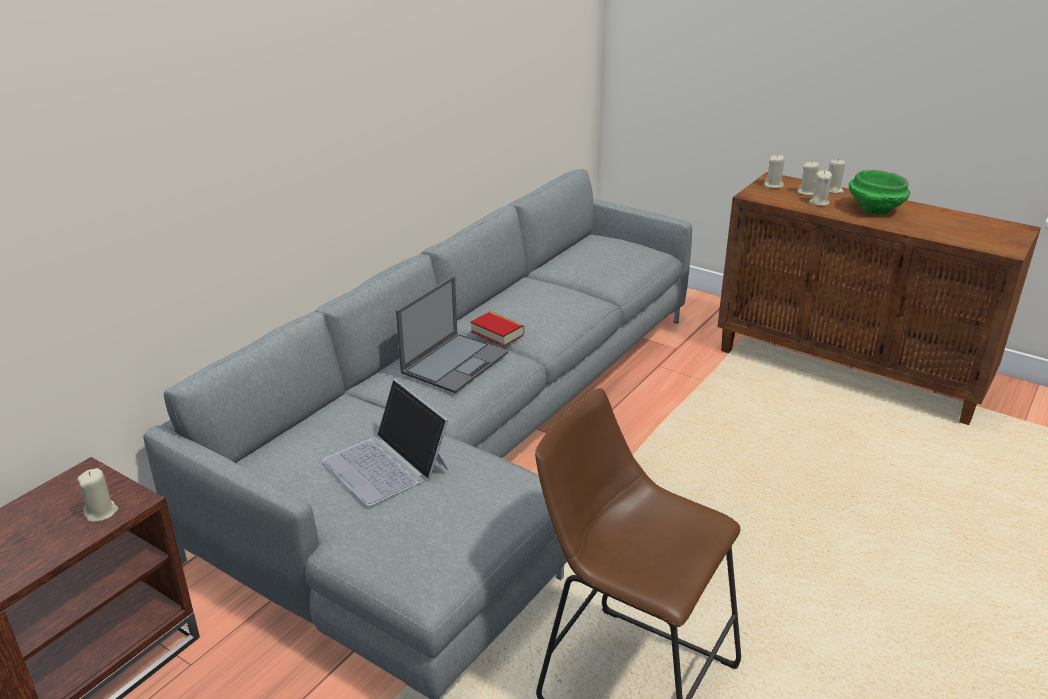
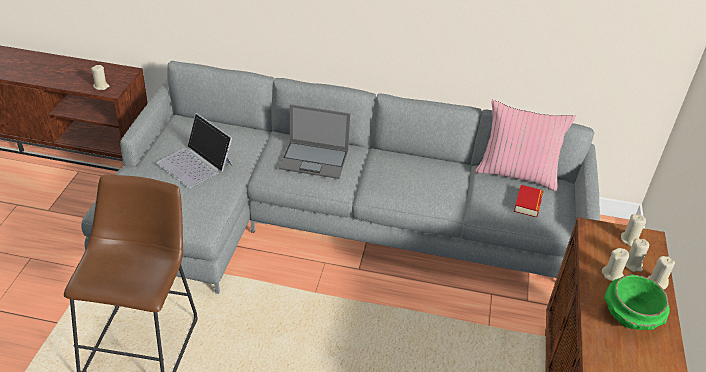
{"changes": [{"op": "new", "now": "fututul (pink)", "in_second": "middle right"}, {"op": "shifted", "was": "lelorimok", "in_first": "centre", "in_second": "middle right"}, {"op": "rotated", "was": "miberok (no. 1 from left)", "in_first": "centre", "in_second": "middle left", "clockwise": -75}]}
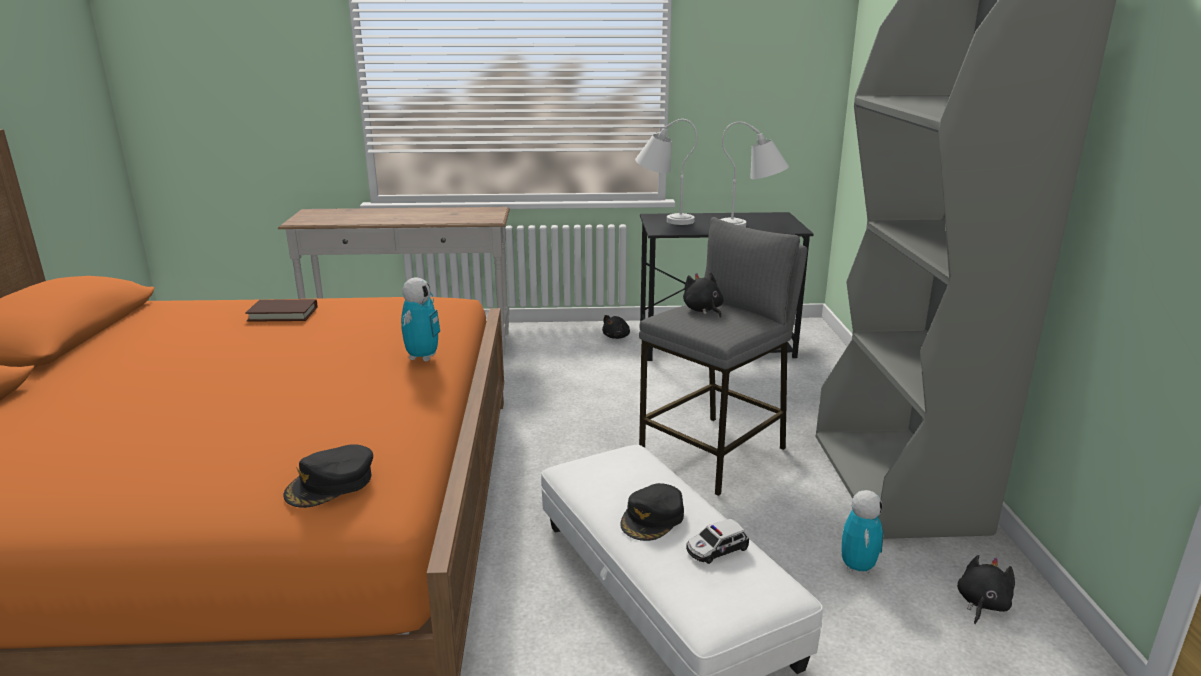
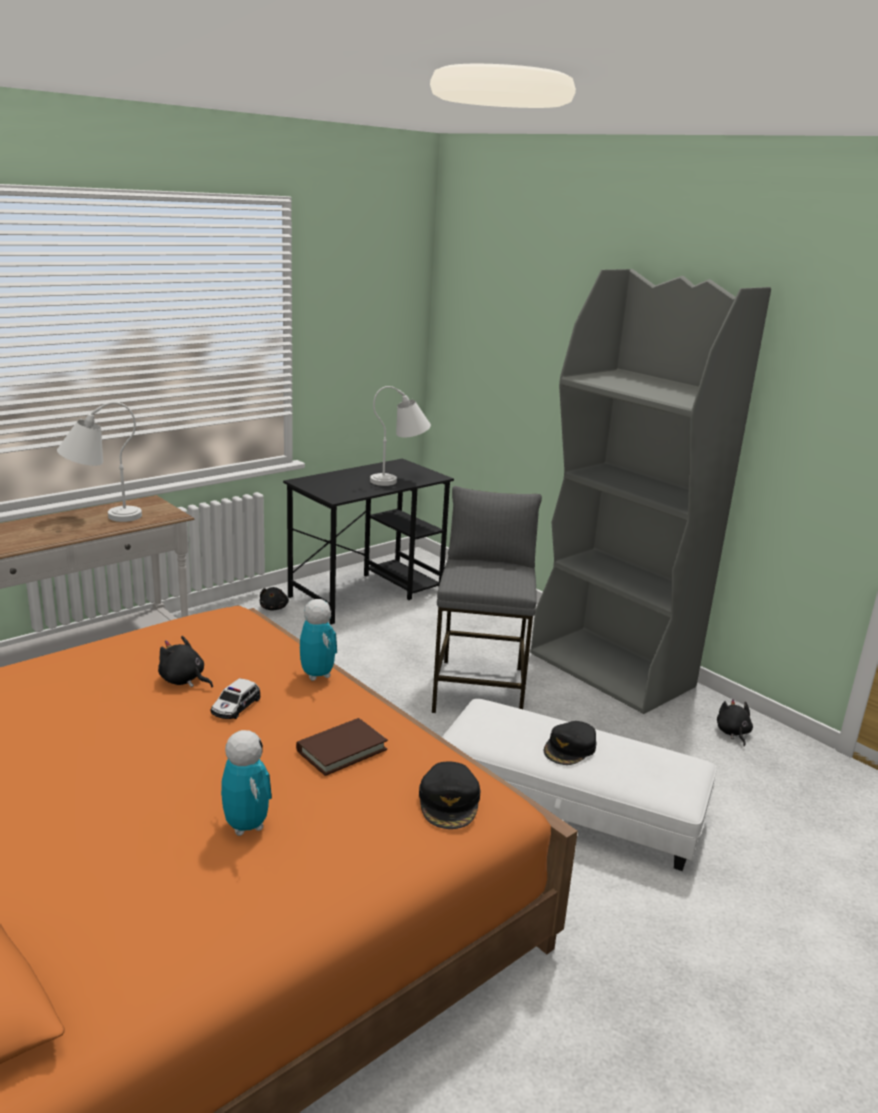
{"changes": [{"op": "shifted", "was": "lelorimok (brown)", "in_first": "middle left", "in_second": "bottom centre"}, {"op": "shifted", "was": "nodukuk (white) (no. 1 from left)", "in_first": "top centre", "in_second": "middle left"}, {"op": "shifted", "was": "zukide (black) (no. 2 from left in the first image)", "now": "zukide (black) (no. 1 from left)", "in_first": "centre", "in_second": "middle left"}, {"op": "shifted", "was": "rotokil", "in_first": "bottom centre", "in_second": "middle left"}, {"op": "shifted", "was": "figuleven (no. 2 from left in the first image)", "now": "figuleven (no. 1 from left)", "in_first": "bottom right", "in_second": "bottom left"}, {"op": "rotated", "was": "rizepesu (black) (no. 2 from left)", "in_first": "bottom centre", "in_second": "bottom centre", "clockwise": 45}]}
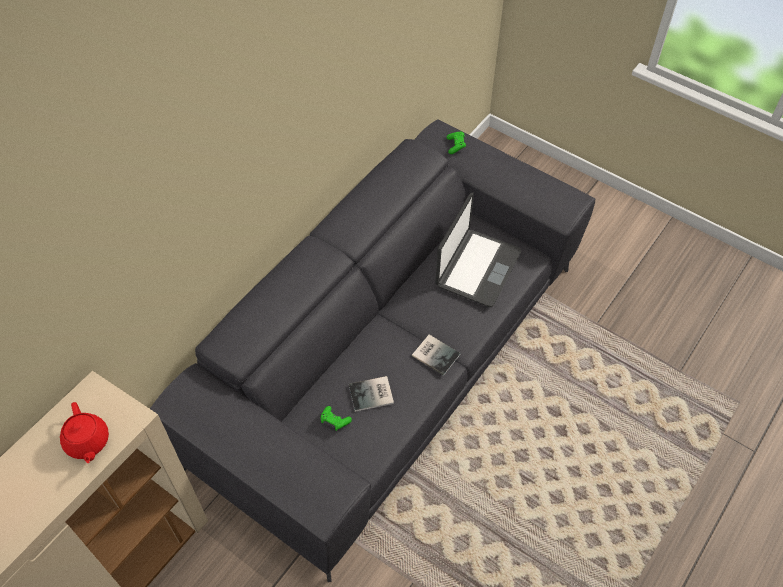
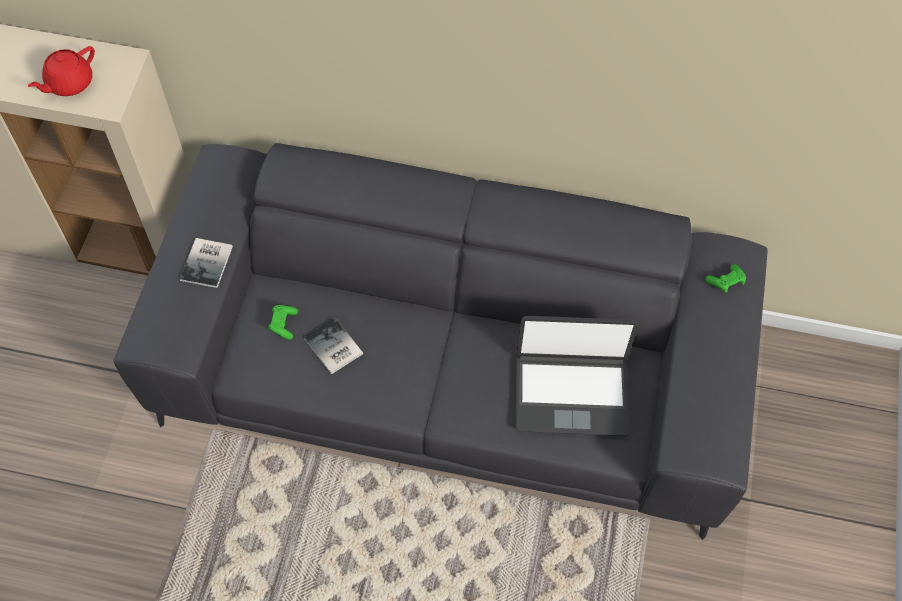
{"changes": [{"op": "shifted", "was": "lelorimok (no. 2 from left in the first image)", "now": "lelorimok (no. 1 from left)", "in_first": "centre", "in_second": "middle left"}]}
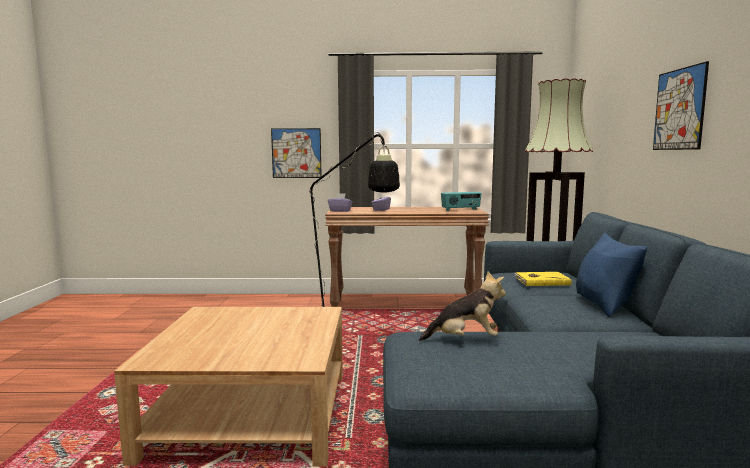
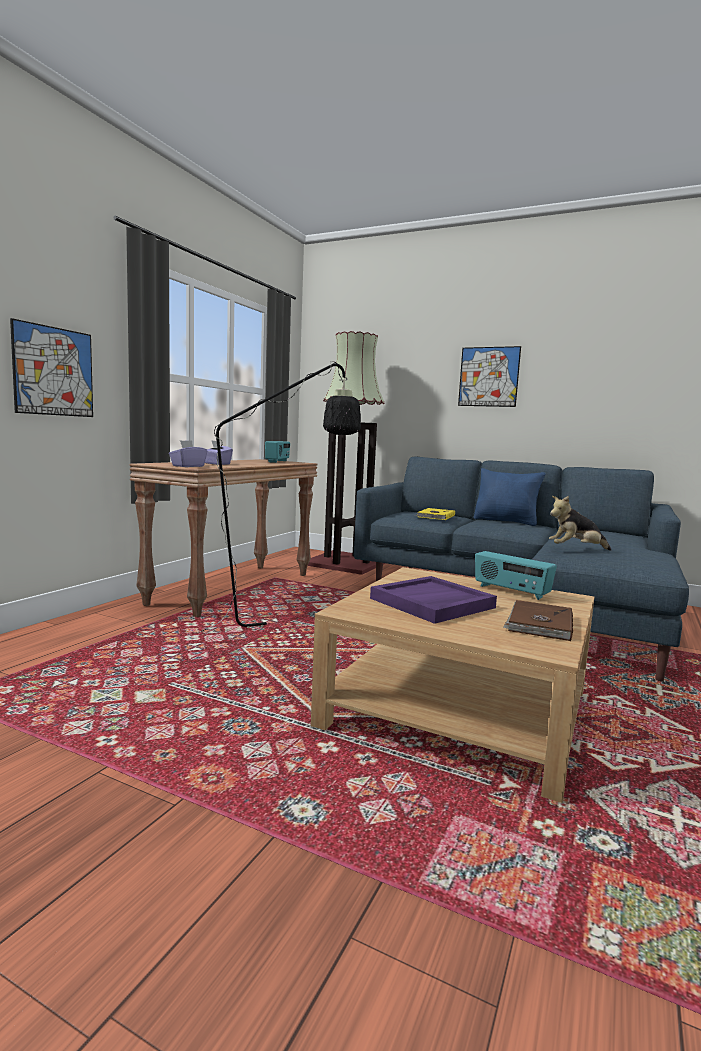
{"changes": [{"op": "new", "now": "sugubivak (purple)", "in_second": "centre"}, {"op": "new", "now": "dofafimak (no. 2 from left)", "in_second": "middle right"}, {"op": "new", "now": "lelorimok (brown)", "in_second": "middle right"}, {"op": "rotated", "was": "zukide", "in_first": "centre", "in_second": "middle right", "clockwise": -120}]}
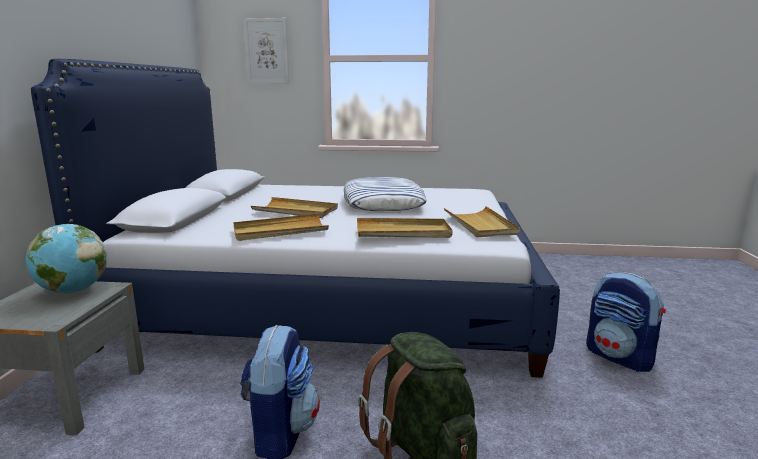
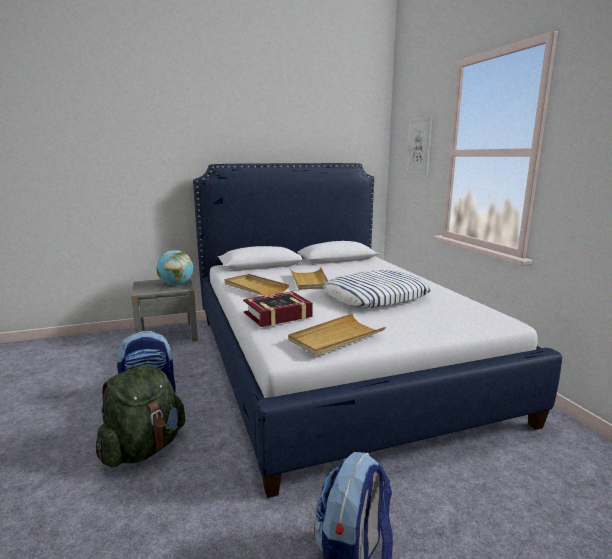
{"changes": [{"op": "swapped", "was": "sugubivak (beige) (no. 3 from left)", "now": "lelorimok", "in_first": "centre", "in_second": "centre"}]}
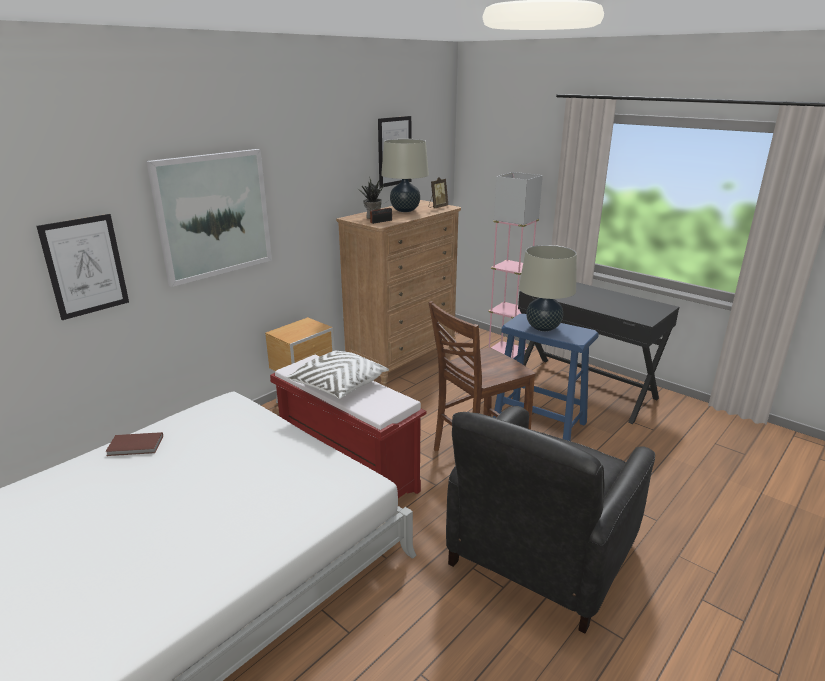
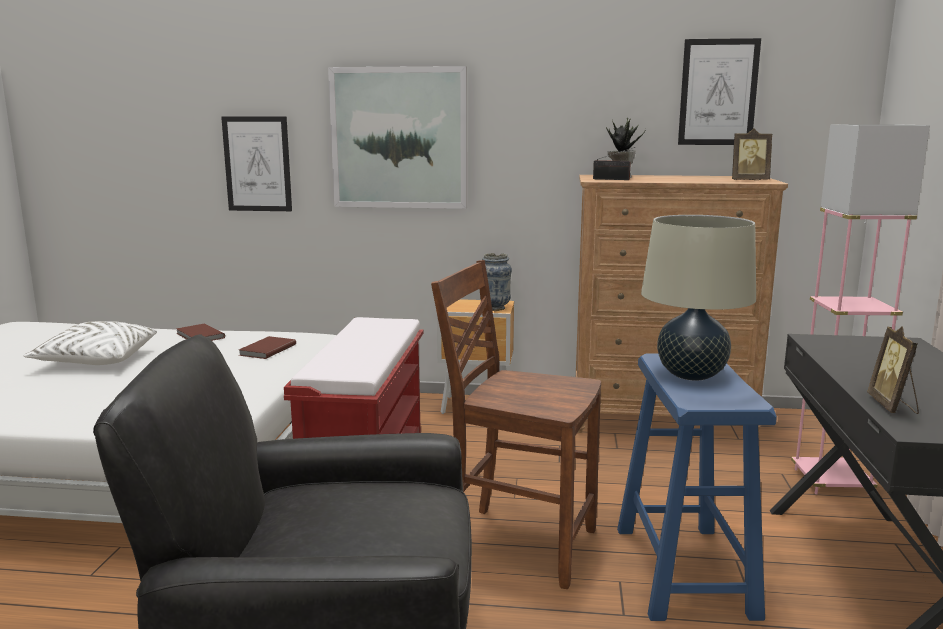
{"changes": [{"op": "gone", "was": "nodukuk (beige) (no. 1 from left)", "in_first": "top centre"}, {"op": "new", "now": "lelorimok (brown) (no. 2 from left)", "in_second": "middle left"}, {"op": "new", "now": "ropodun", "in_second": "centre"}, {"op": "new", "now": "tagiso (no. 2 from left)", "in_second": "middle right"}, {"op": "shifted", "was": "fututul (white)", "in_first": "centre", "in_second": "middle left"}]}
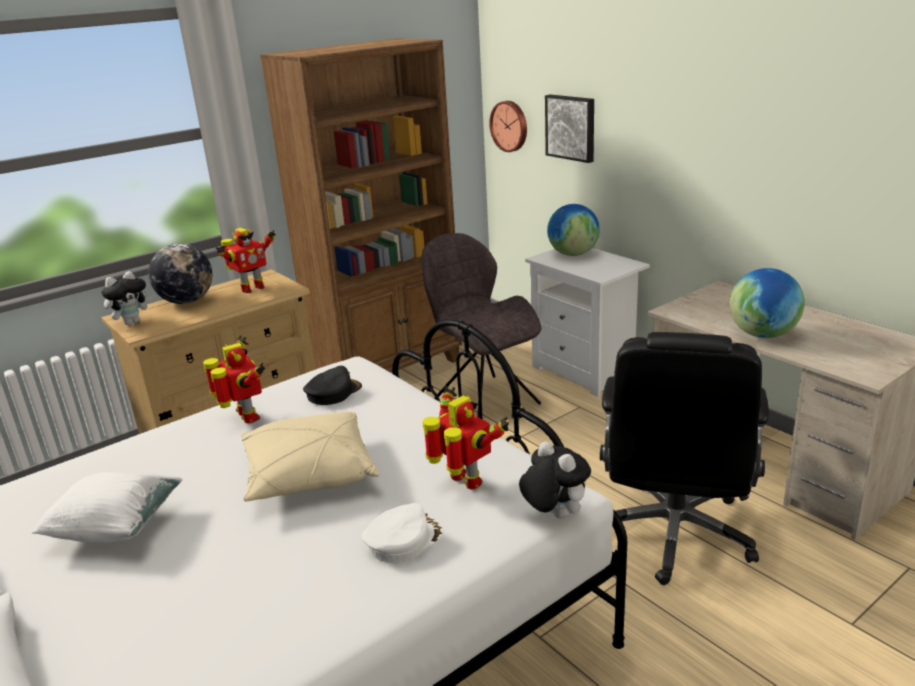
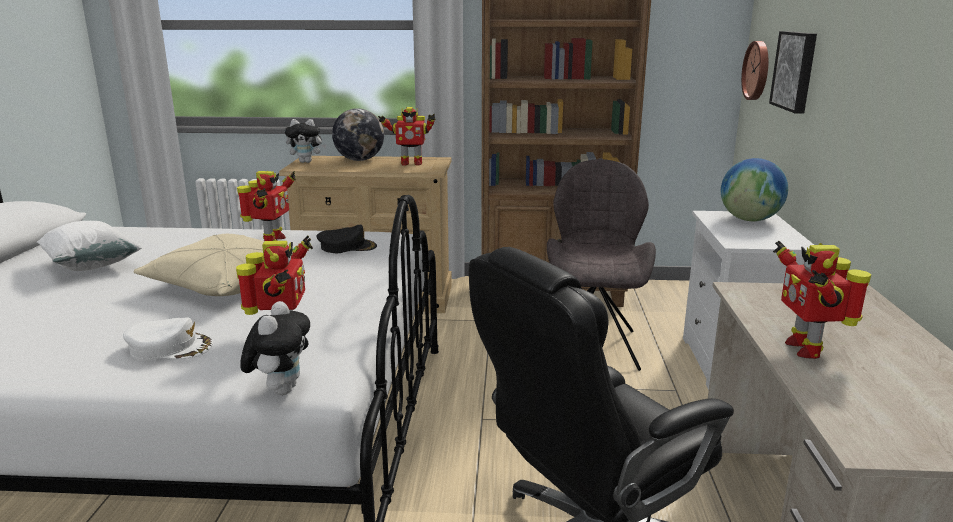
{"changes": [{"op": "swapped", "was": "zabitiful (no. 3 from left)", "now": "figuleven (no. 4 from left)", "in_first": "middle right", "in_second": "middle right"}]}
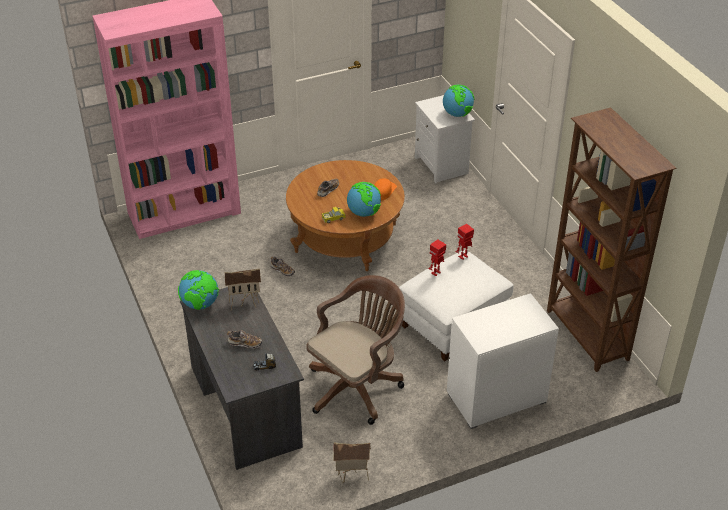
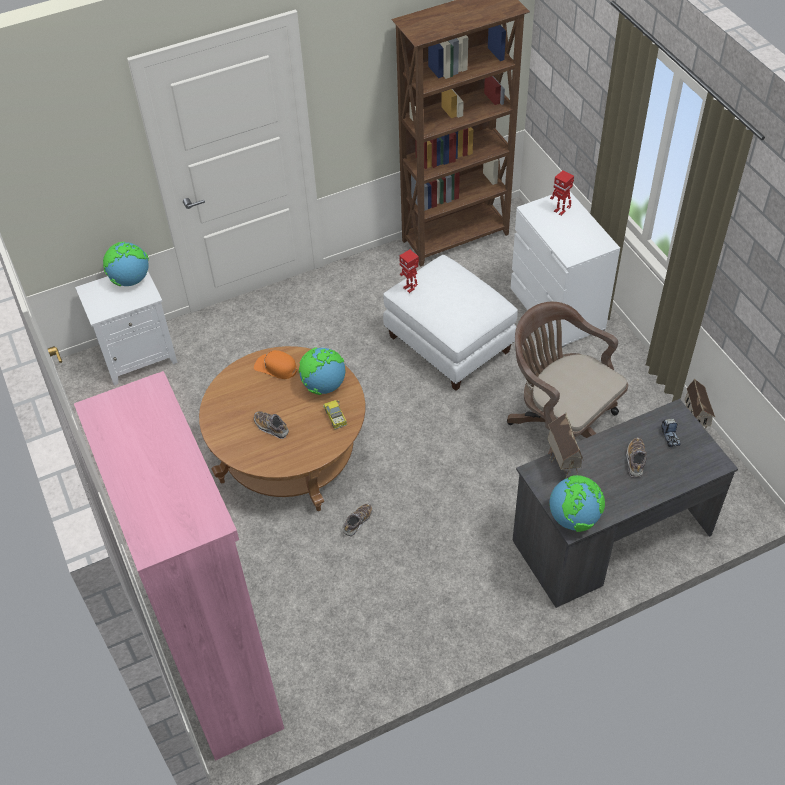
{"changes": [{"op": "shifted", "was": "figuleven (no. 1 from left in the first image)", "now": "figuleven (no. 2 from left)", "in_first": "centre", "in_second": "top right"}]}
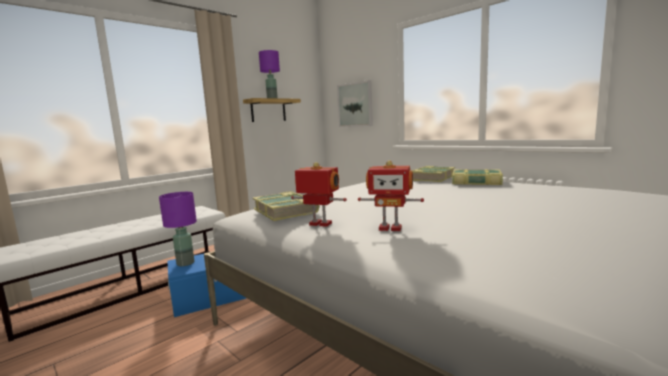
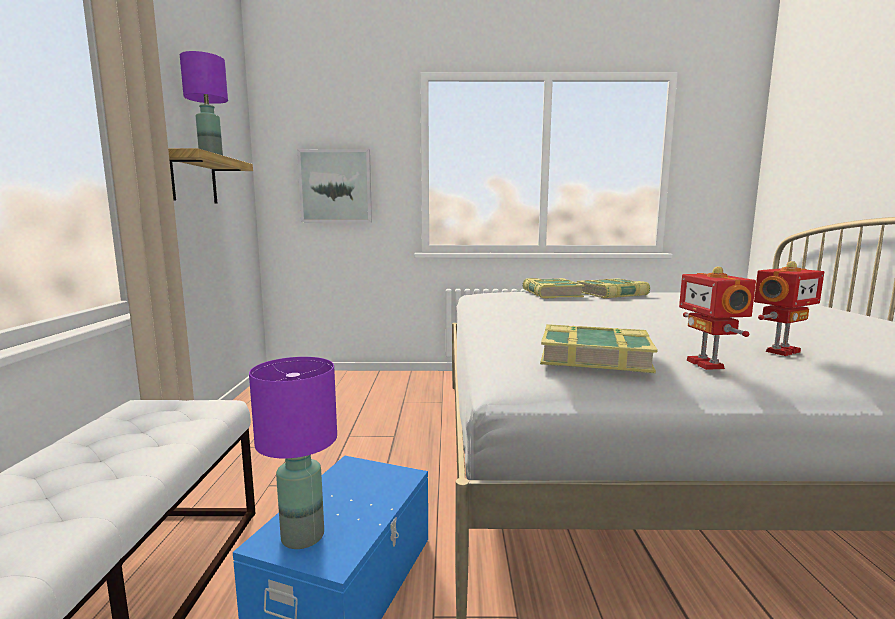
{"changes": [{"op": "rotated", "was": "figuleven (no. 1 from left)", "in_first": "centre", "in_second": "middle right", "clockwise": -75}]}
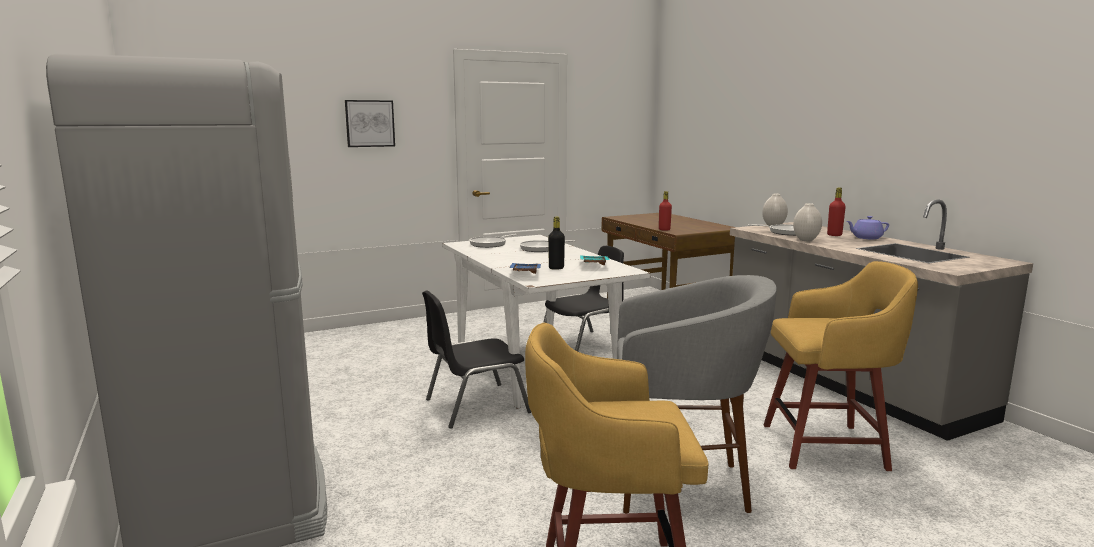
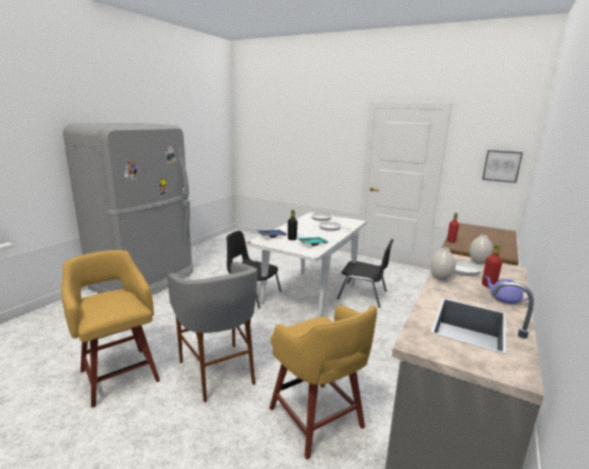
{"changes": [{"op": "shifted", "was": "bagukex", "in_first": "top centre", "in_second": "middle right"}]}
